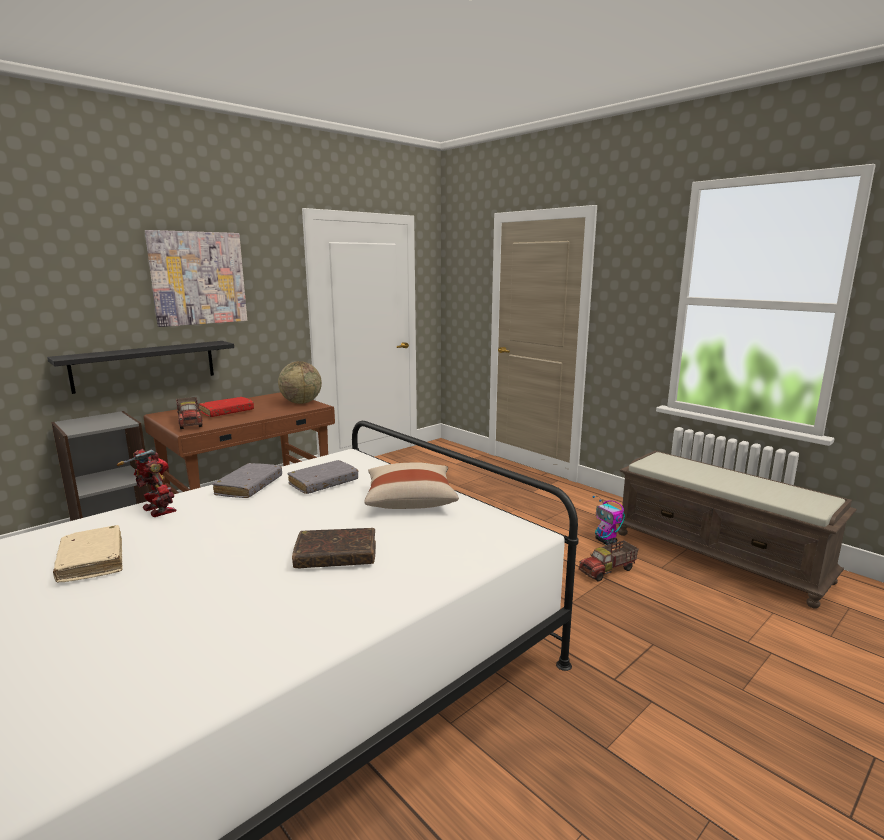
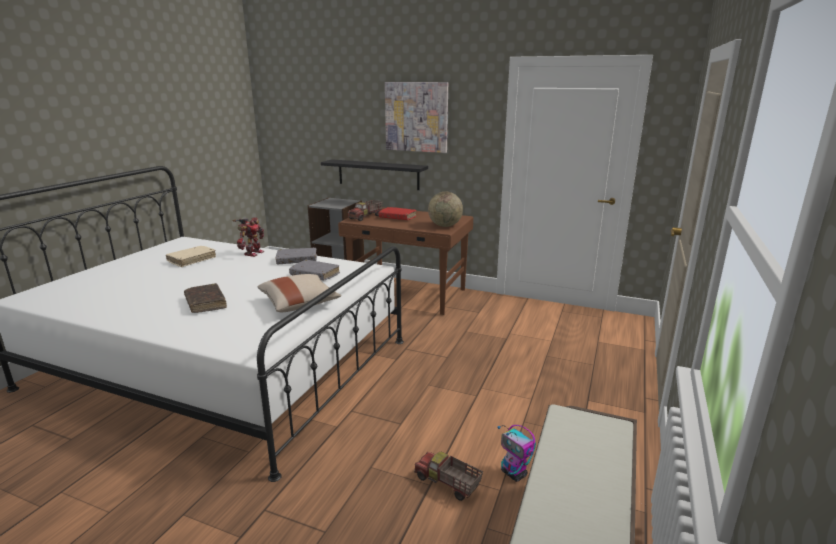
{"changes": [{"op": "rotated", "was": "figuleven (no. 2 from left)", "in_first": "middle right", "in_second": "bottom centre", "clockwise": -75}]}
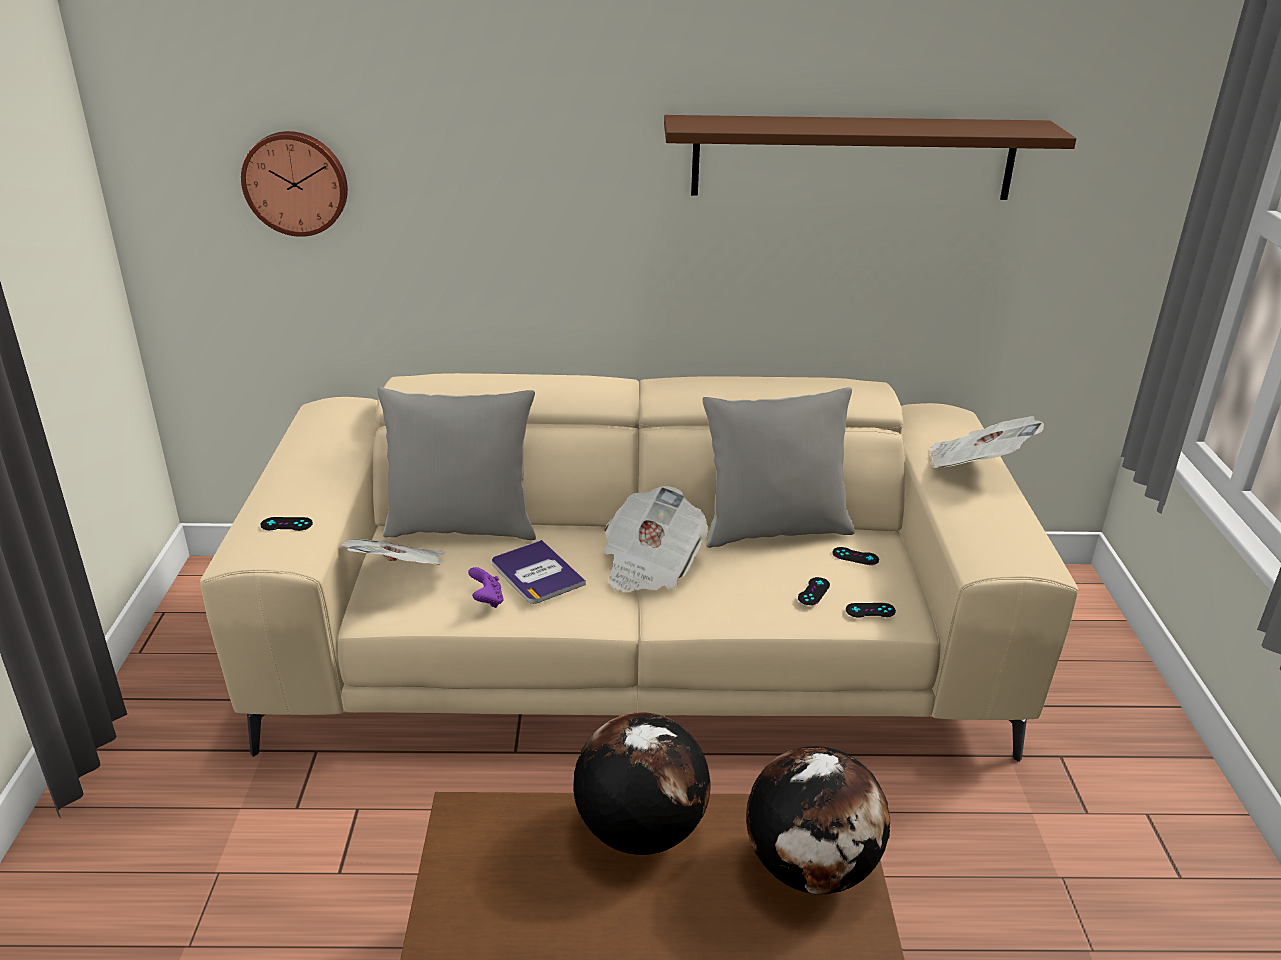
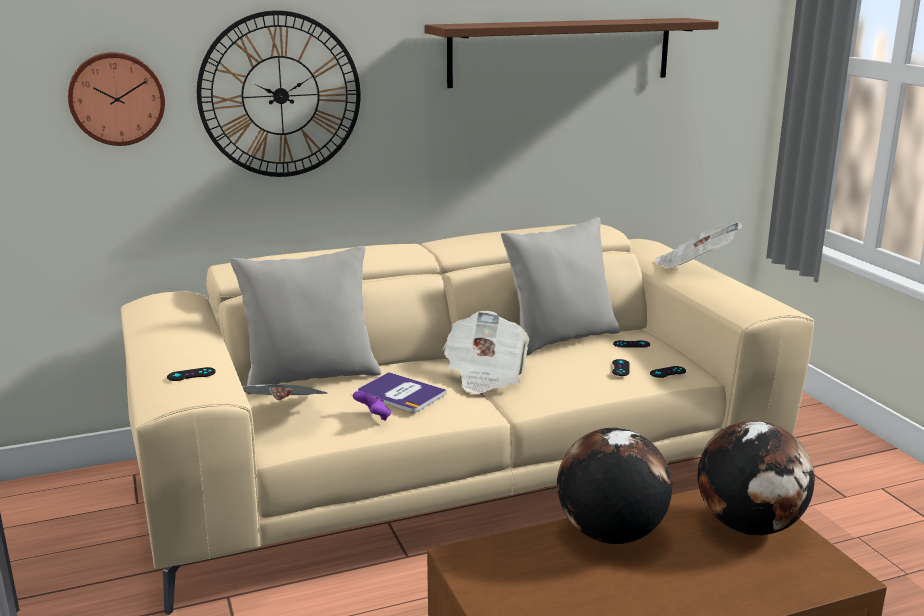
{"changes": [{"op": "new", "now": "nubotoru (no. 2 from left)", "in_second": "top left"}]}
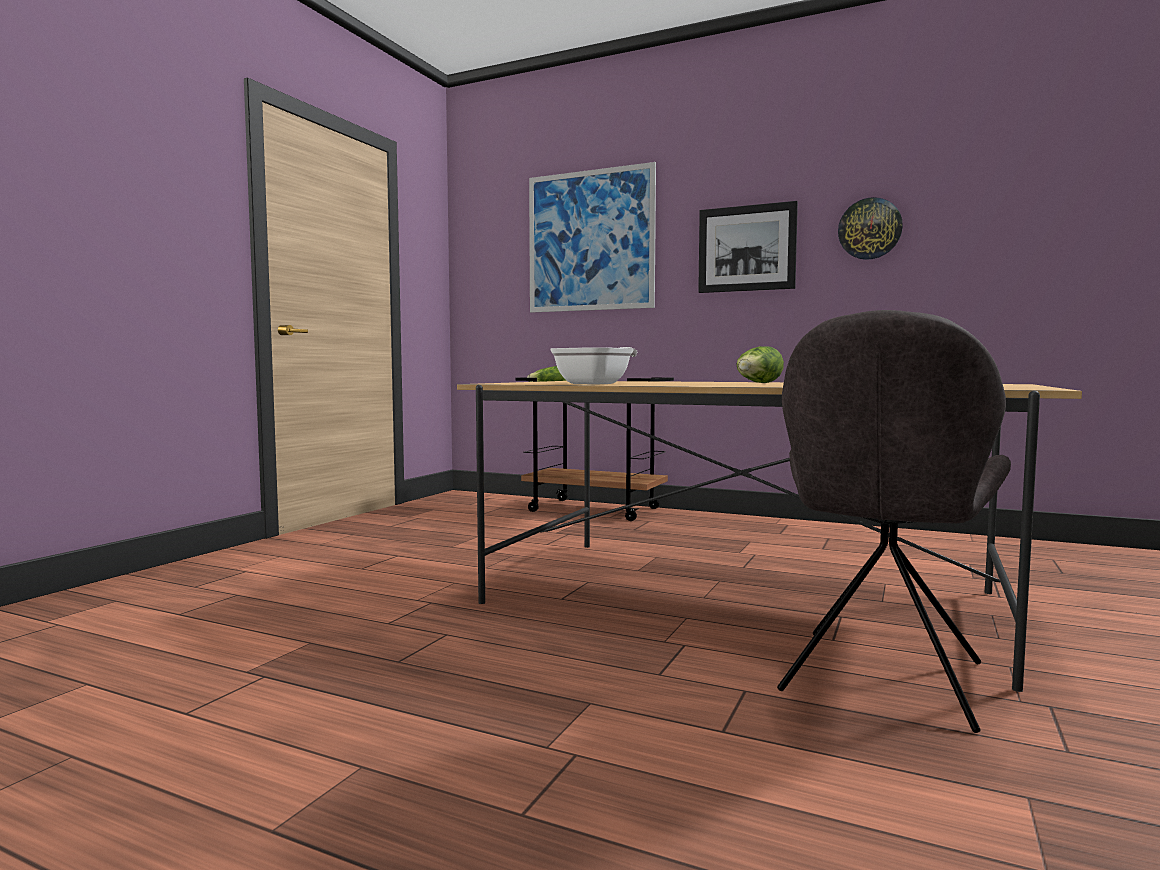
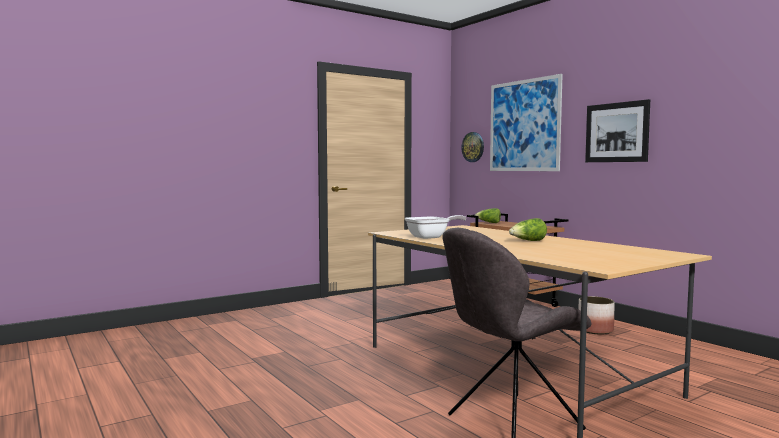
{"changes": [{"op": "new", "now": "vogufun", "in_second": "bottom right"}, {"op": "shifted", "was": "nubotoru", "in_first": "top right", "in_second": "centre"}]}
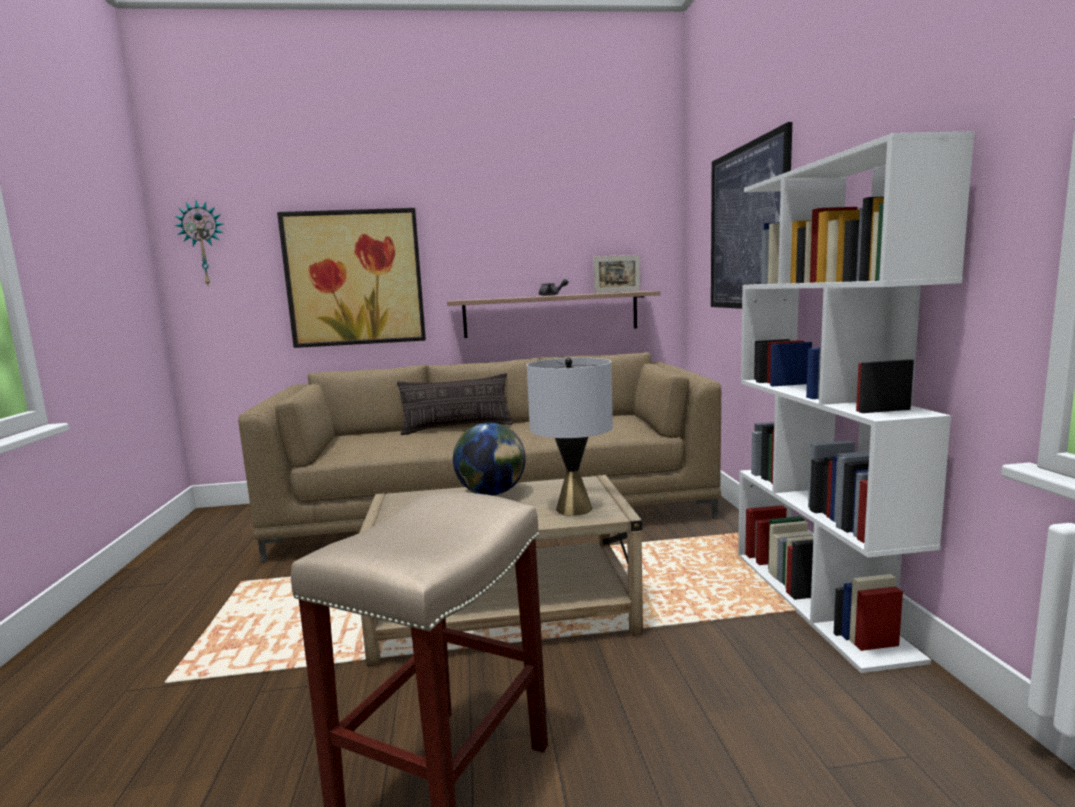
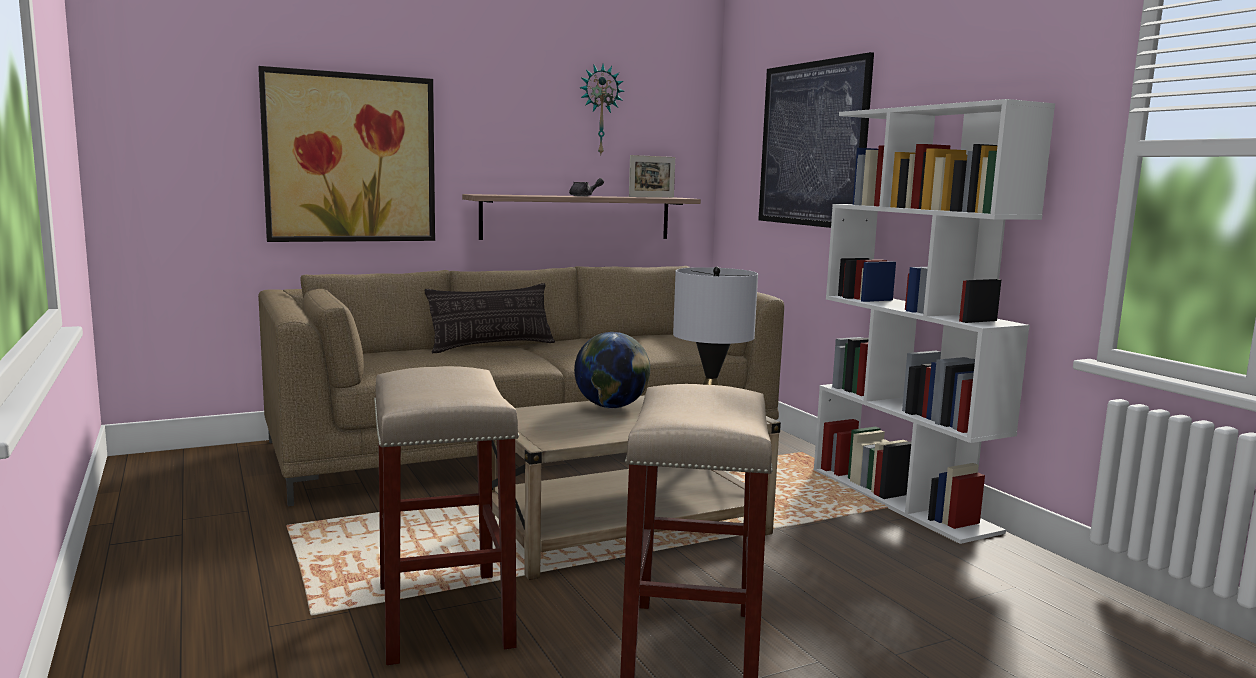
{"changes": [{"op": "new", "now": "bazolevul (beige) (no. 1 from left)", "in_second": "bottom centre"}, {"op": "shifted", "was": "nubotoru", "in_first": "top left", "in_second": "top centre"}]}
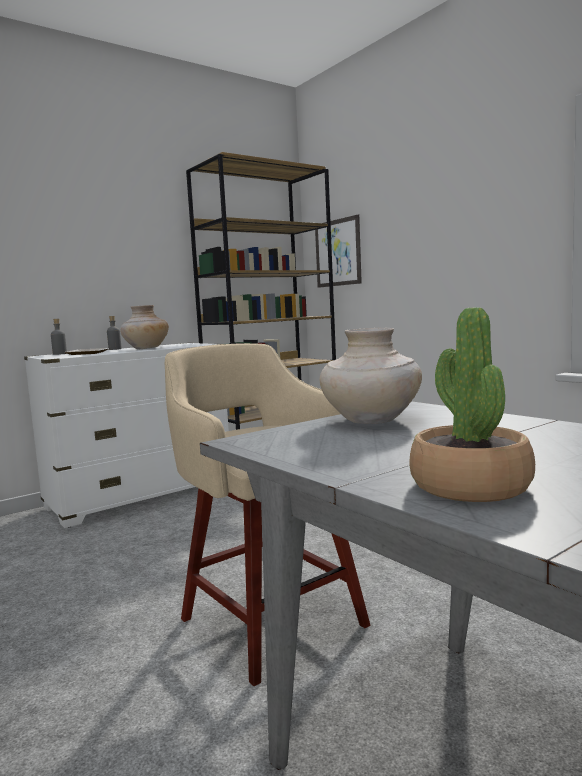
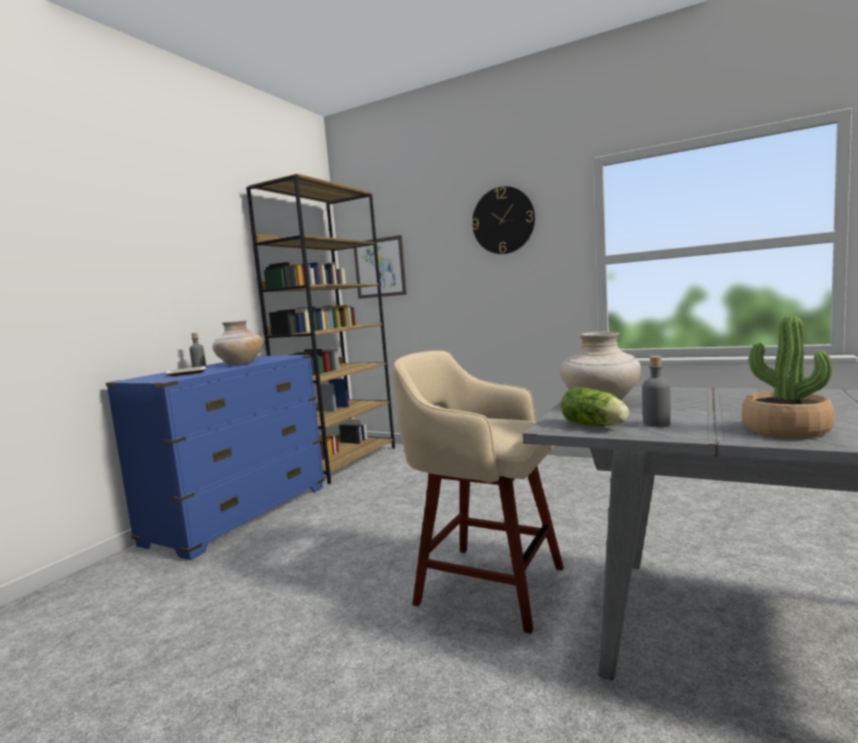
{"changes": [{"op": "new", "now": "nubotoru", "in_second": "top centre"}, {"op": "new", "now": "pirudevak", "in_second": "middle right"}, {"op": "shifted", "was": "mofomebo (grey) (no. 1 from left in the first image)", "now": "mofomebo (grey) (no. 2 from left)", "in_first": "middle left", "in_second": "middle right"}, {"op": "repainted", "was": "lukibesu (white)", "now": "lukibesu (blue)", "in_first": "middle left", "in_second": "middle left"}]}
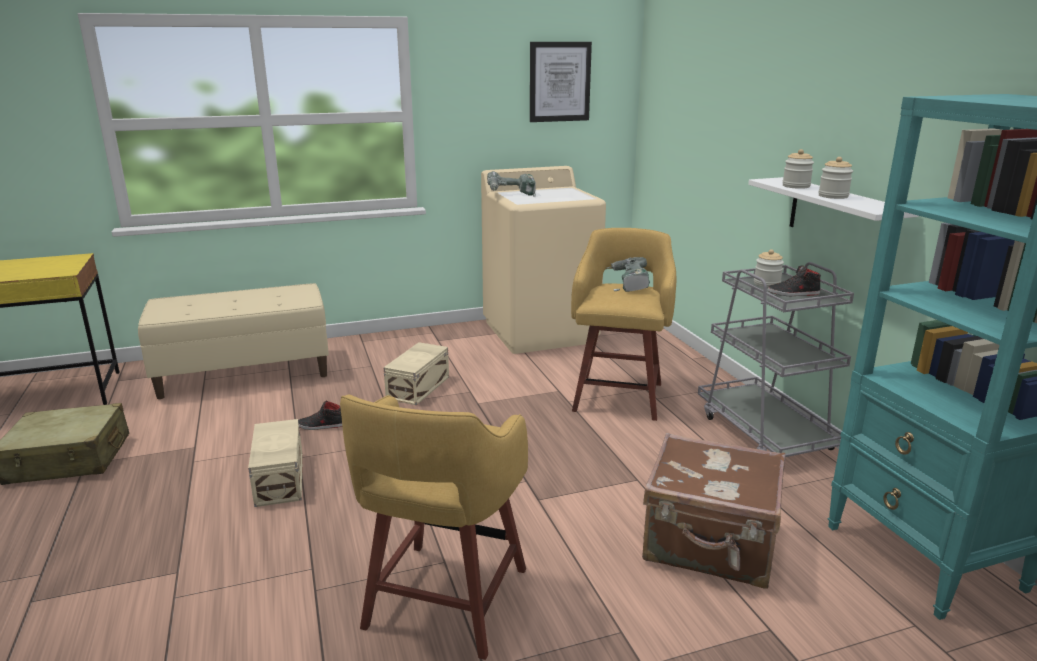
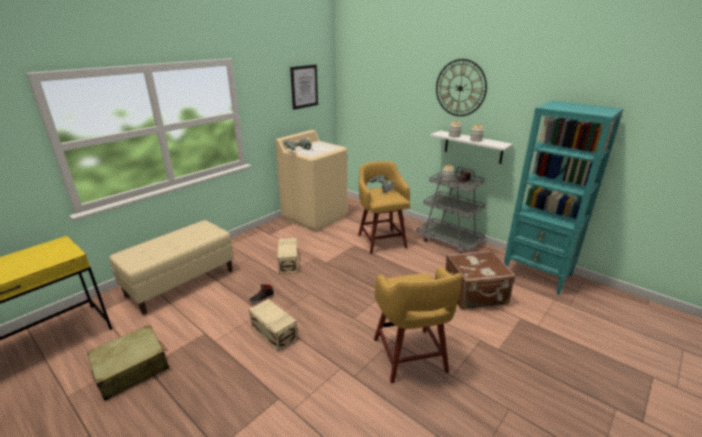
{"changes": [{"op": "new", "now": "nubotoru", "in_second": "top centre"}]}
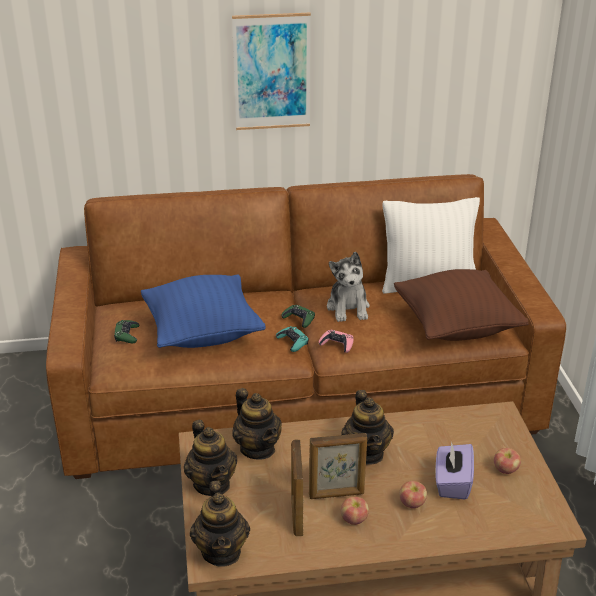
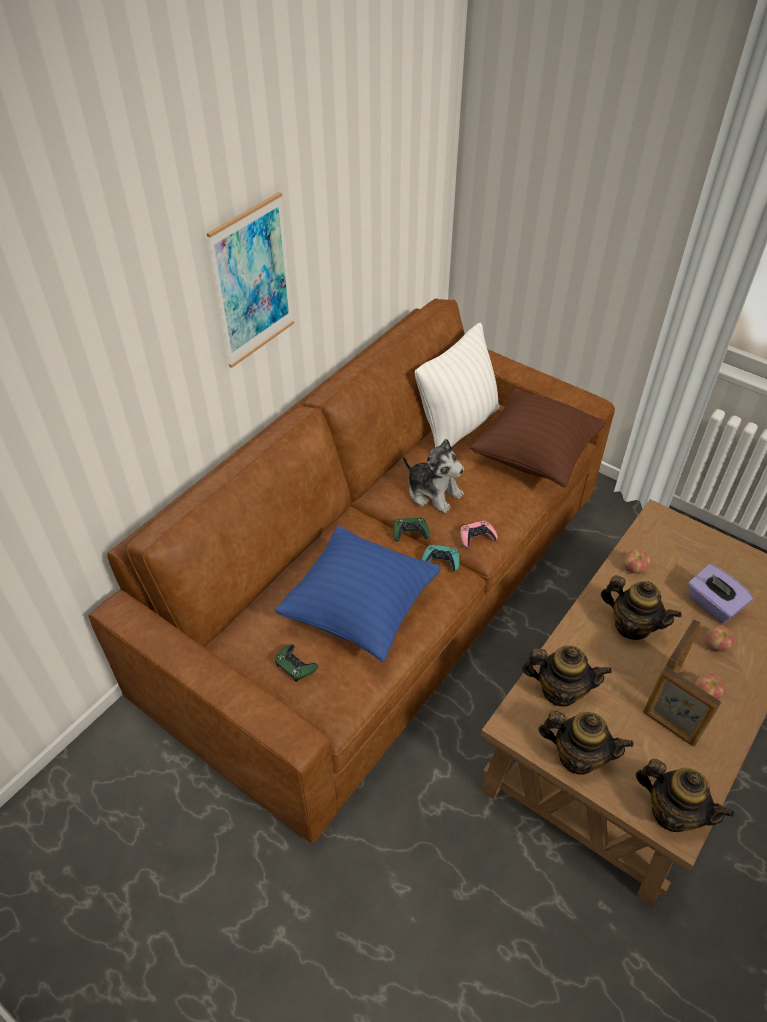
{"changes": [{"op": "shifted", "was": "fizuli (no. 3 from left in the first image)", "now": "fizuli (no. 1 from left)", "in_first": "bottom right", "in_second": "middle right"}]}
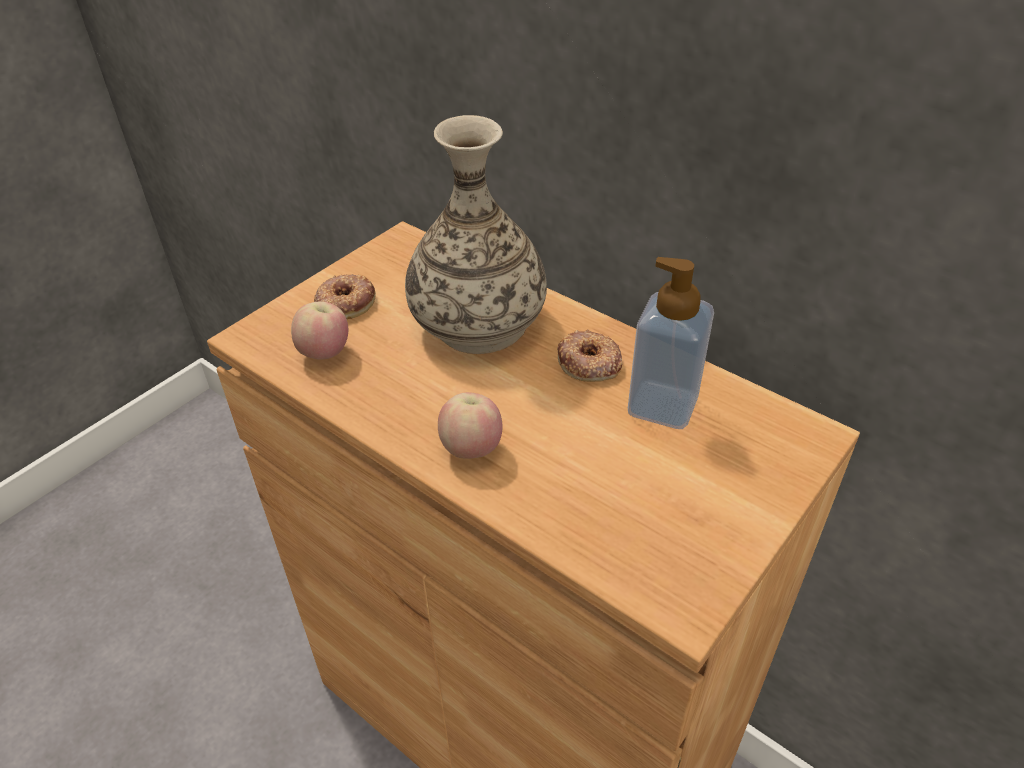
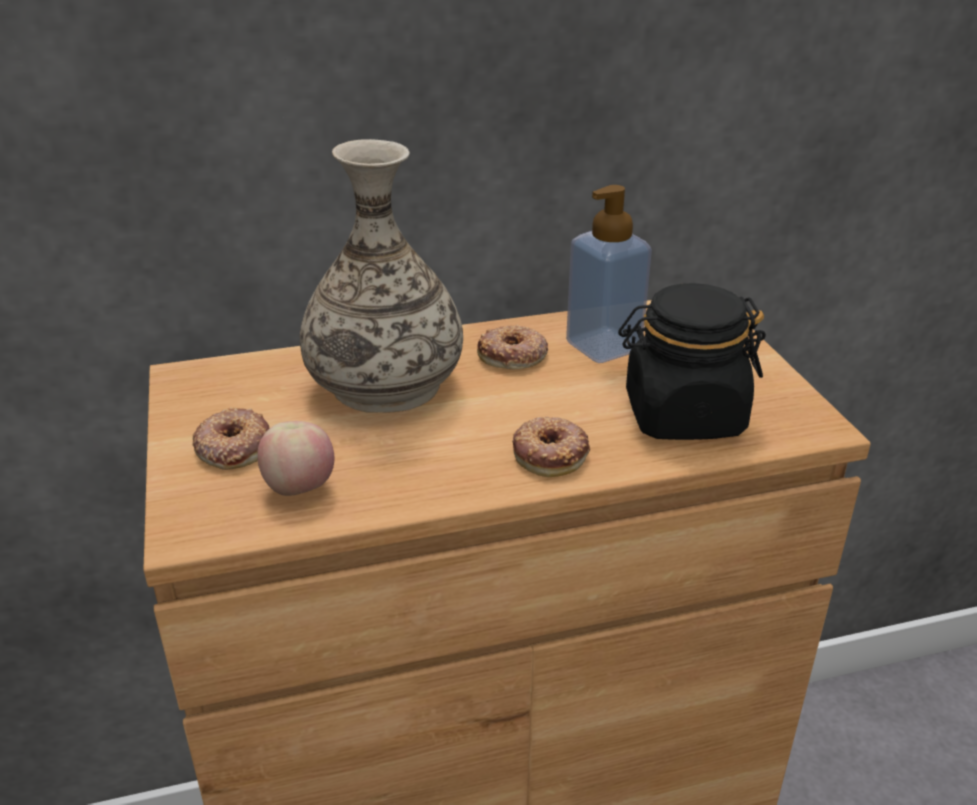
{"changes": [{"op": "new", "now": "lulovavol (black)", "in_second": "middle right"}, {"op": "swapped", "was": "fizuli (no. 2 from left)", "now": "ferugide (no. 3 from left)", "in_first": "centre", "in_second": "centre"}]}
